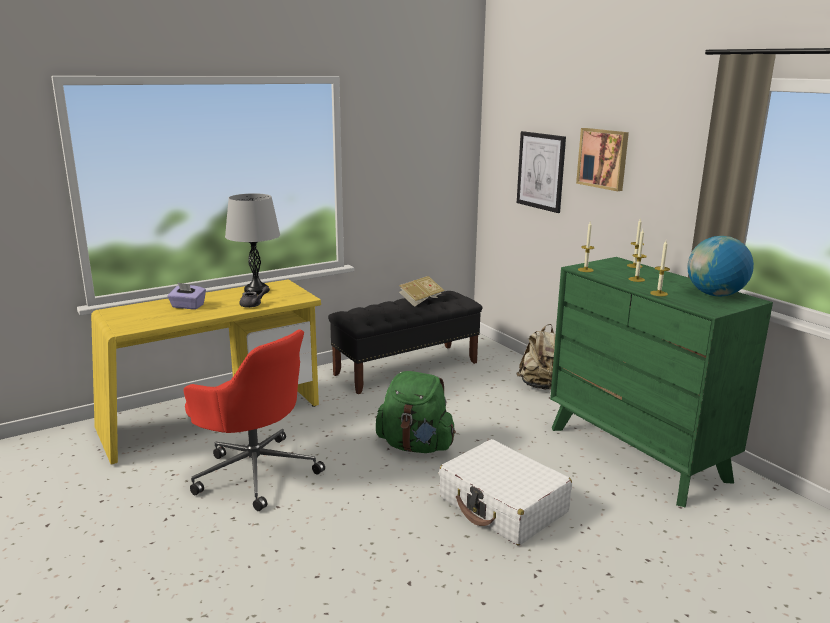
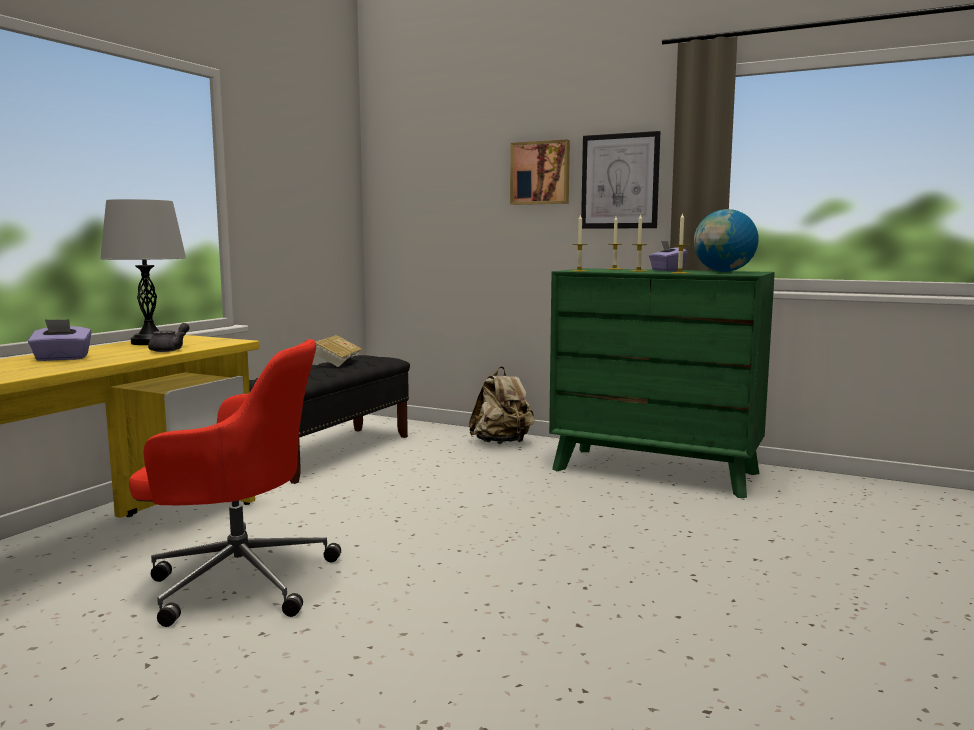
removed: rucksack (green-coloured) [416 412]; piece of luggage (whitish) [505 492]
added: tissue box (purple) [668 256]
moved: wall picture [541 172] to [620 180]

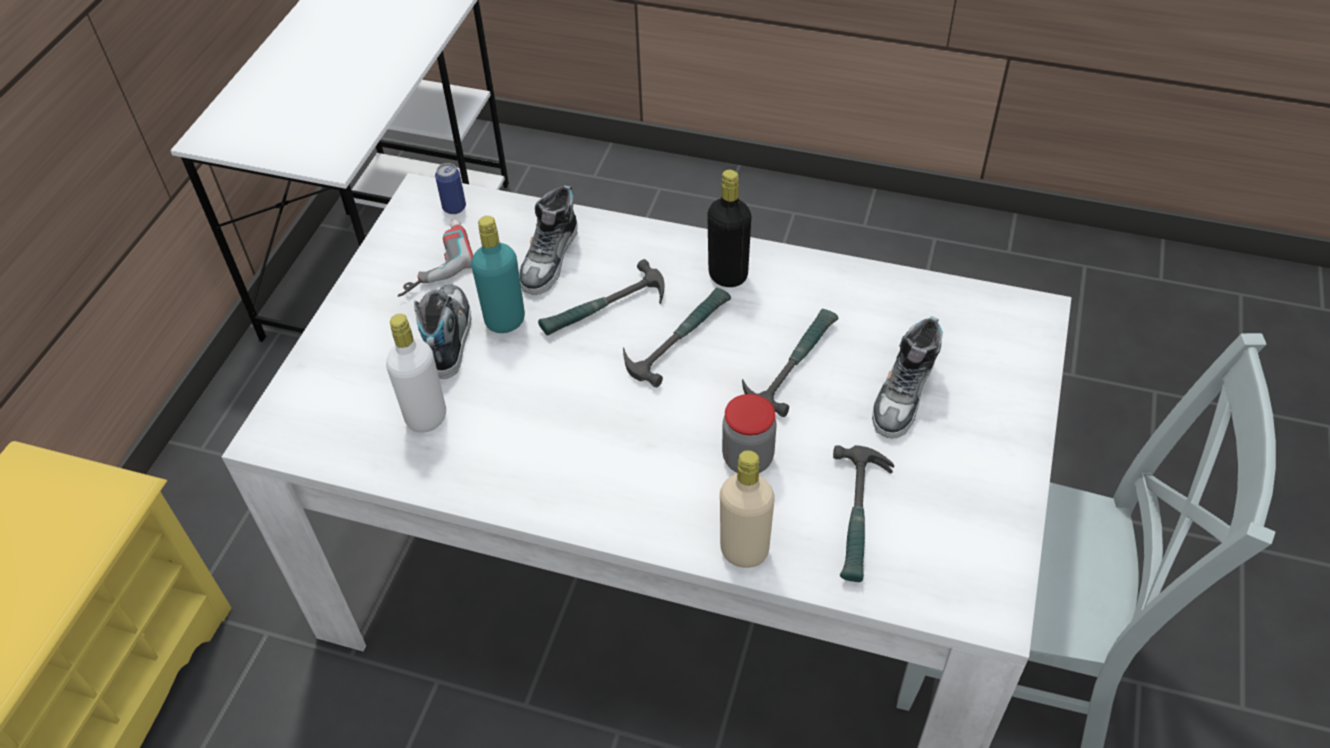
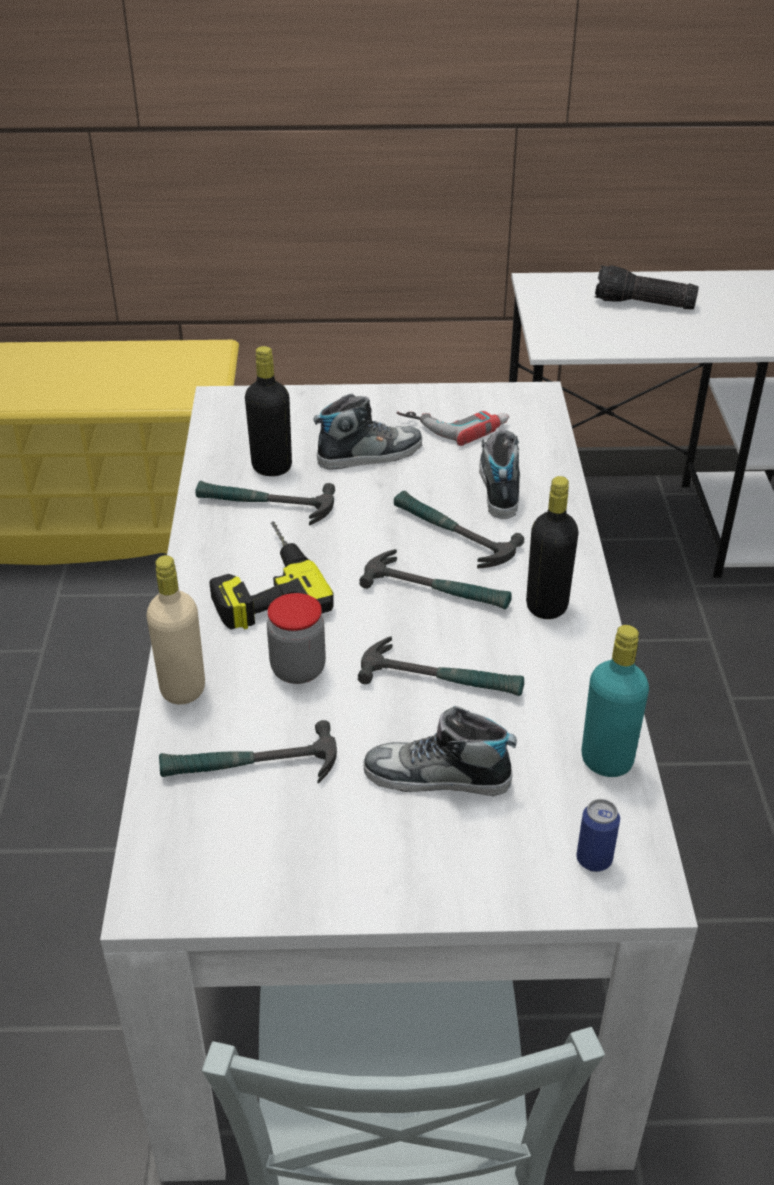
added: hand hammer [265 503]; power drill [271 575]; hand torch [646 287]
moved: metal can [450 188] to [598 835]; drink bottle (turquoise-coloured) [498 274] to [615 701]
recoloured: drink bottle (whitish) [416 373] to drink bottle (black) [268 411]
turned: low shoe [548 240] = [499 474] 90 degrees clockwise

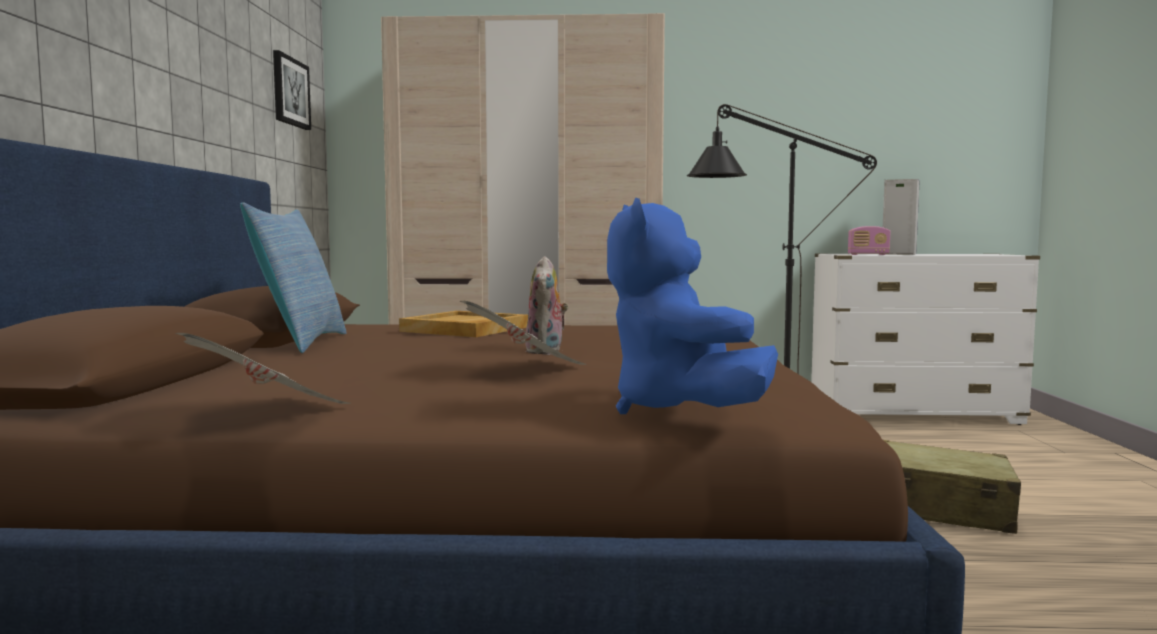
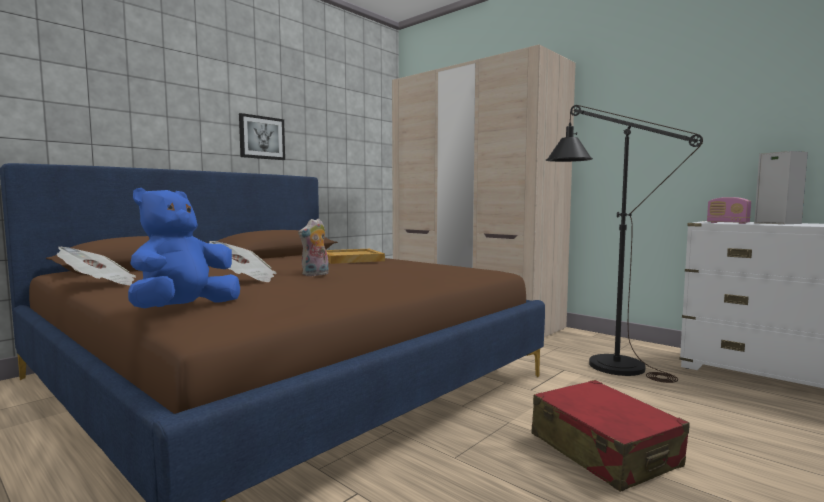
removed: cushion [293 277]
moved: wall picture [292 90] to [262 136]
recoloured: piece of luggage (beige) [952 487] to piece of luggage (reddish) [610 436]

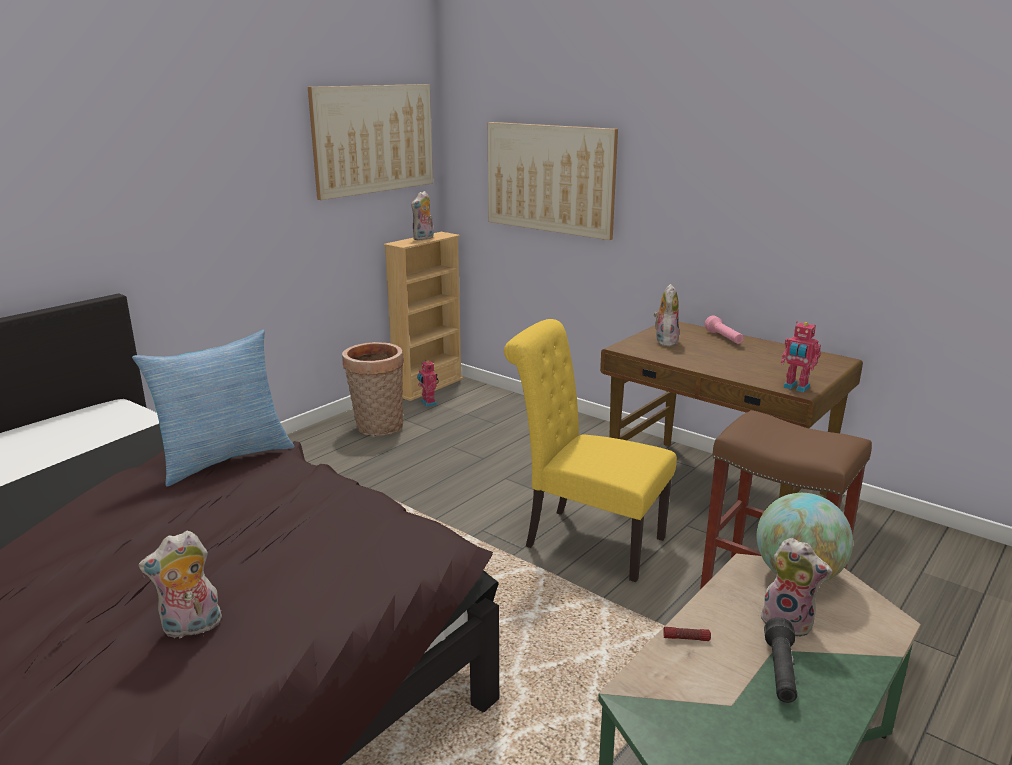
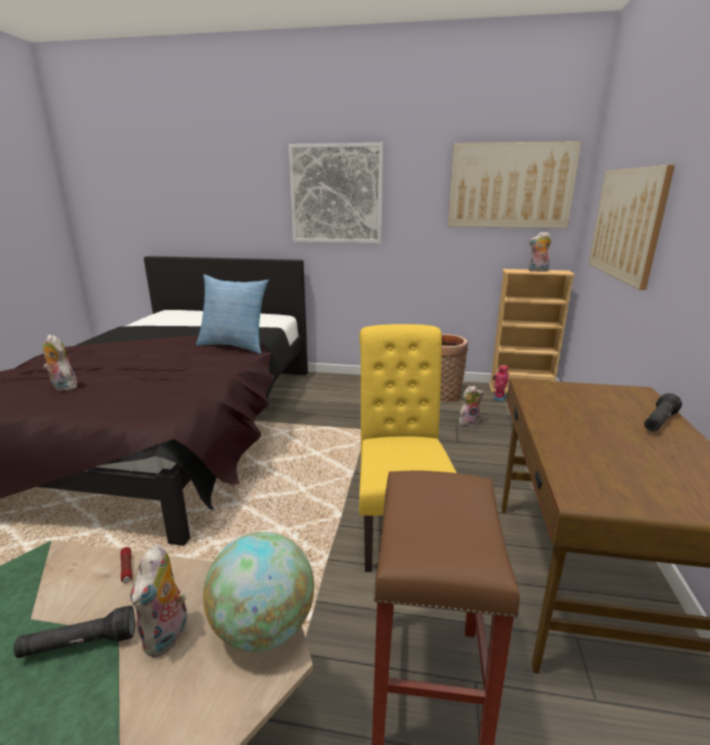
removed: toy robot [801 356]
added: wall picture [335 193]
moved: soft toy [666 315] to [471 406]
recoloured: hand torch (pink) [724 329] to hand torch (black) [663 412]

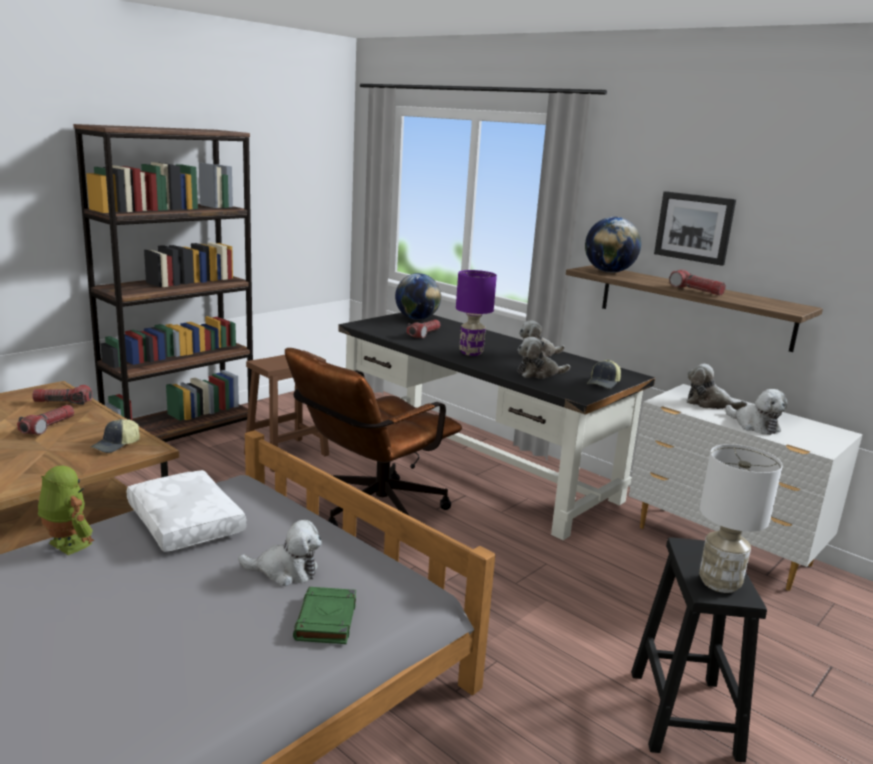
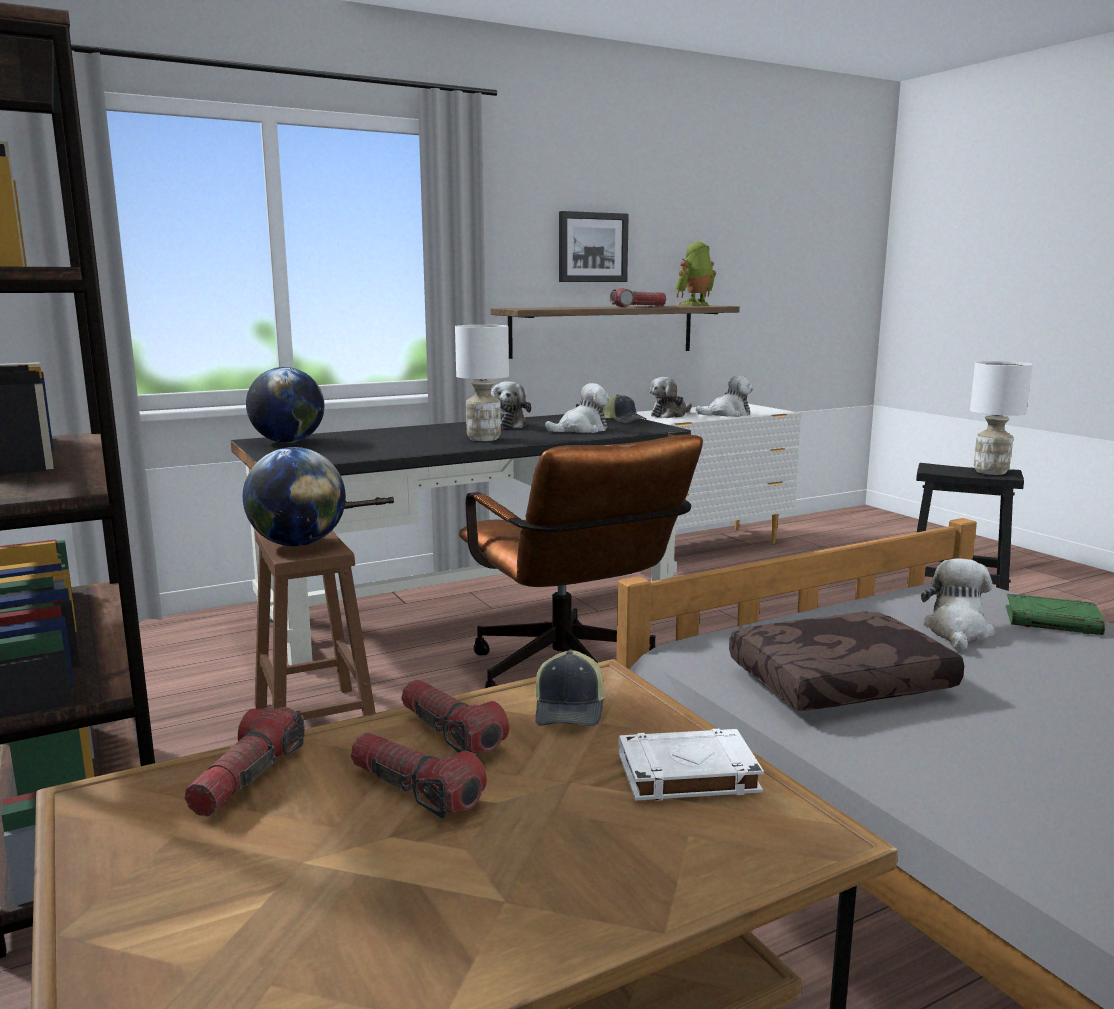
added: bound book (whitish) [691 765]
moved: desk globe [613 245] to [294 497]; hand torch [424 328] to [455 716]; toy robot [66 510] to [696 274]
recoloured: table lamp (purple) [476 313] to table lamp (whitish) [482 383]; cushion (whitish) [186 511] to cushion (brown) [846 660]
turned: cap [115 436] = [570 688] 45 degrees clockwise; soft toy [543 358] = [577 408] 120 degrees counterclockwise

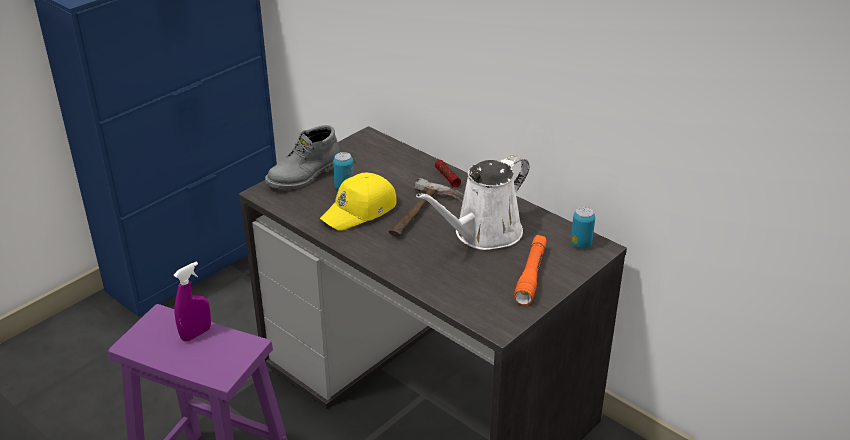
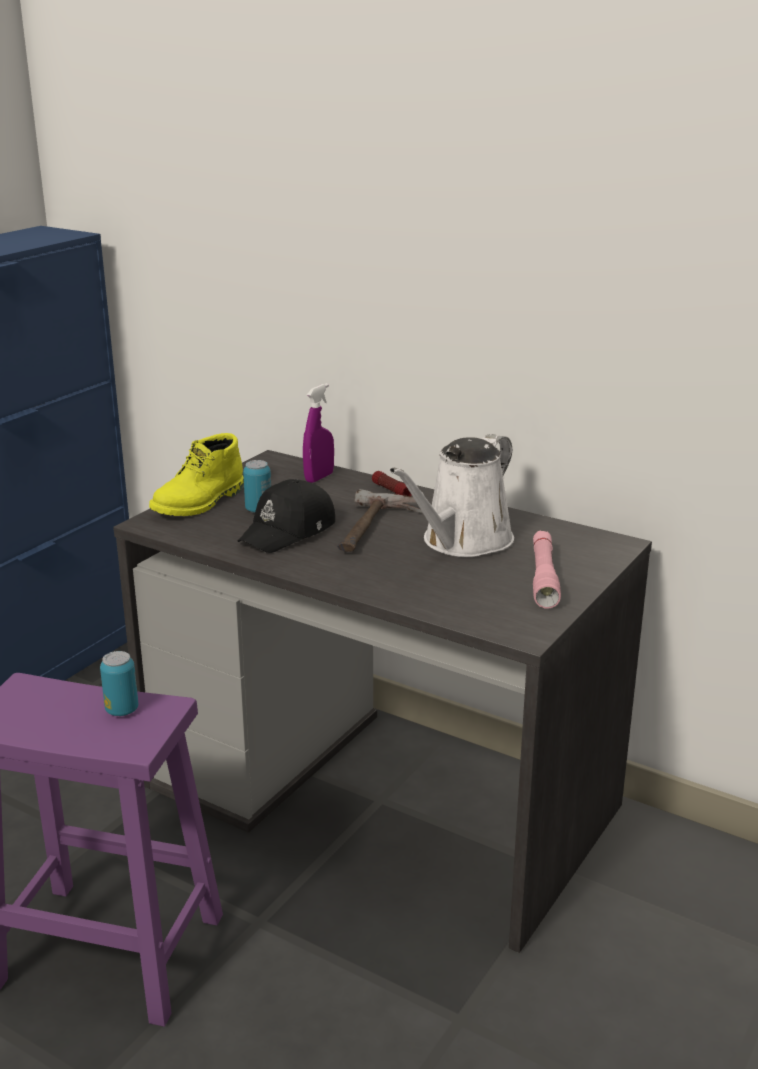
moved: metal can [583 227] to [119 683]; hand sprayer (purple) [192 301] to [318 433]
recoloured: high-top boot (grey) [302 157] to high-top boot (yellow-coloured) [196 474]; cap (yellow-coloured) [358 202] to cap (black) [286 516]; hand torch (orange) [530 270] to hand torch (pink) [547 570]

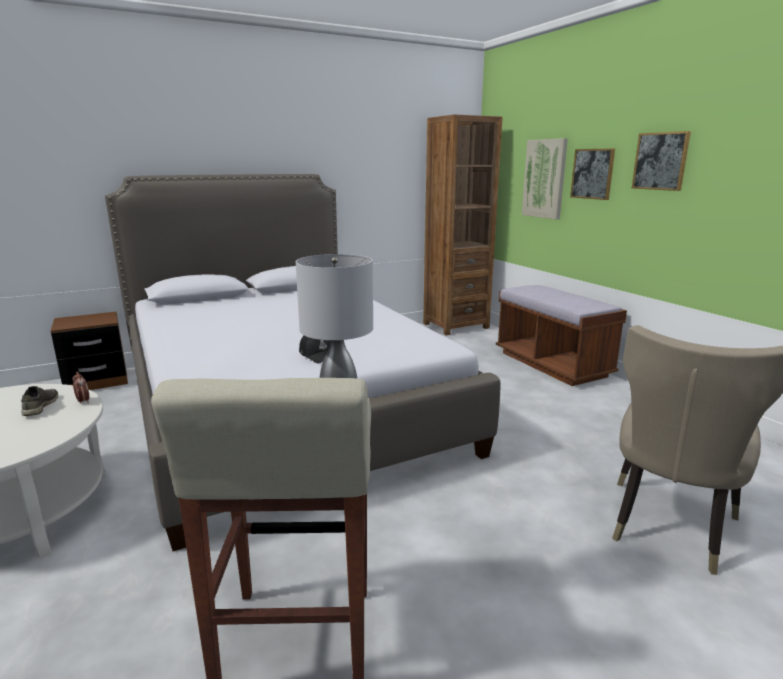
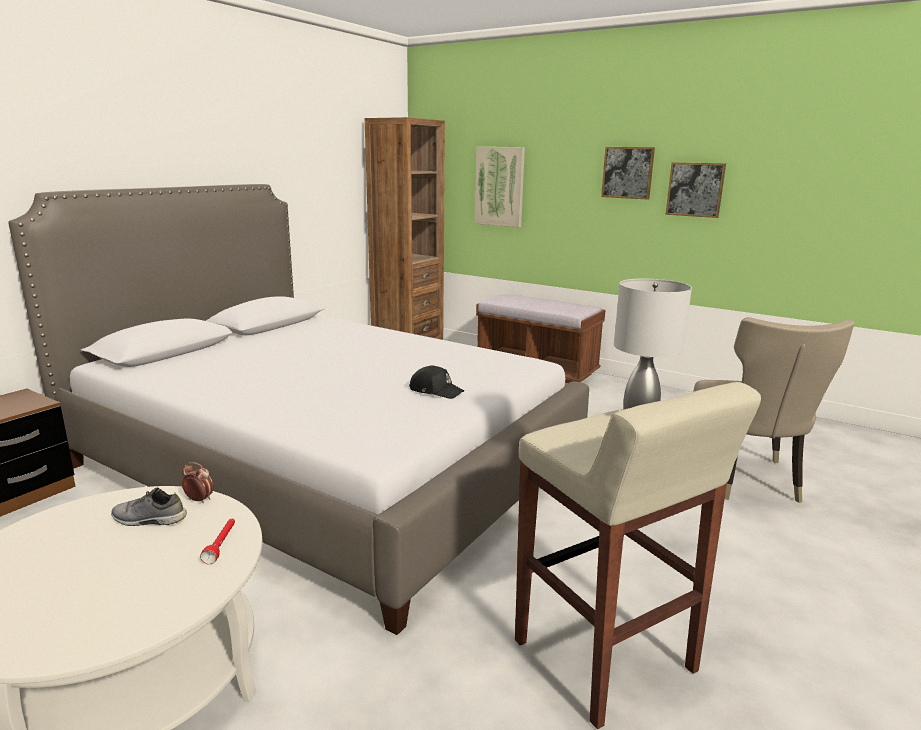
added: hand torch (reddish) [217 541]
moved: wall picture [592 174] to [696 190]
turned: low shoe (grey) [39 401] = [149 506] 45 degrees counterclockwise

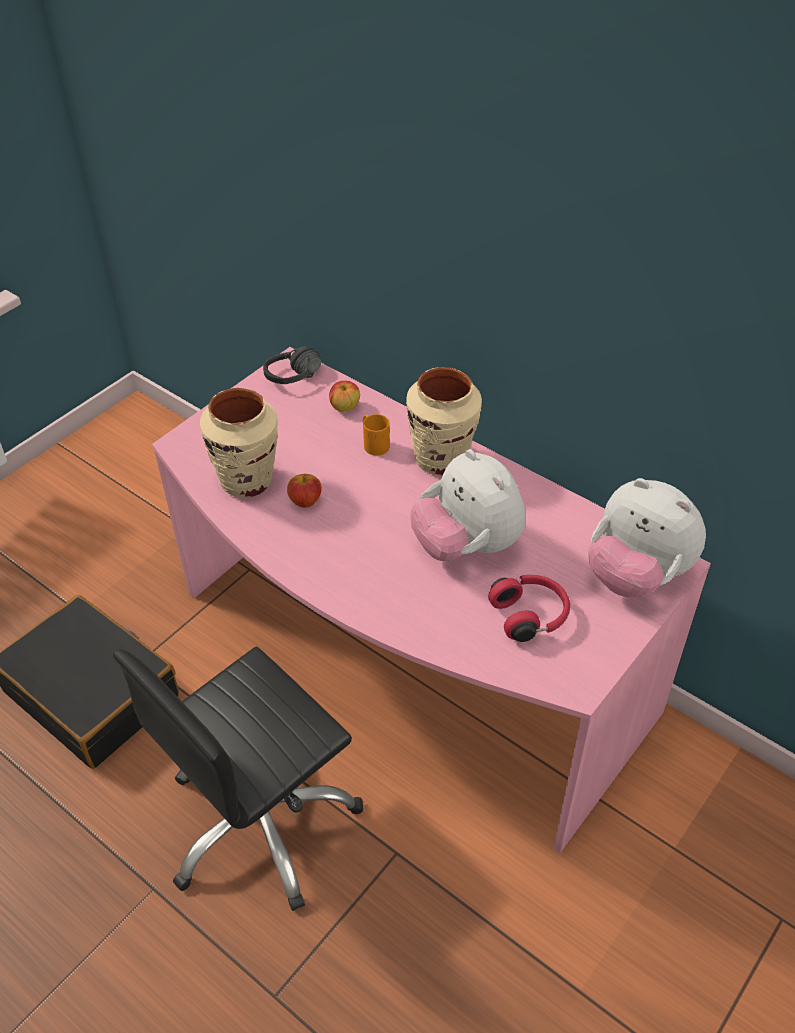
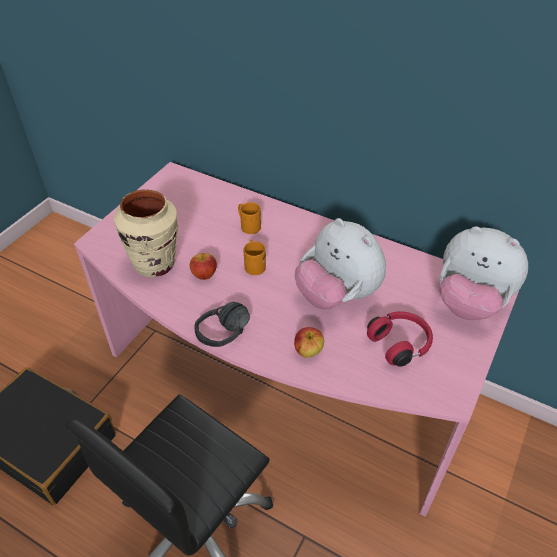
removed: vase (beige) [444 421]
added: coffee mug (orange) [255 257]
moved: pair of headphones (black) [292 365] to [222 324]; whole apple [344 396] to [309 342]

